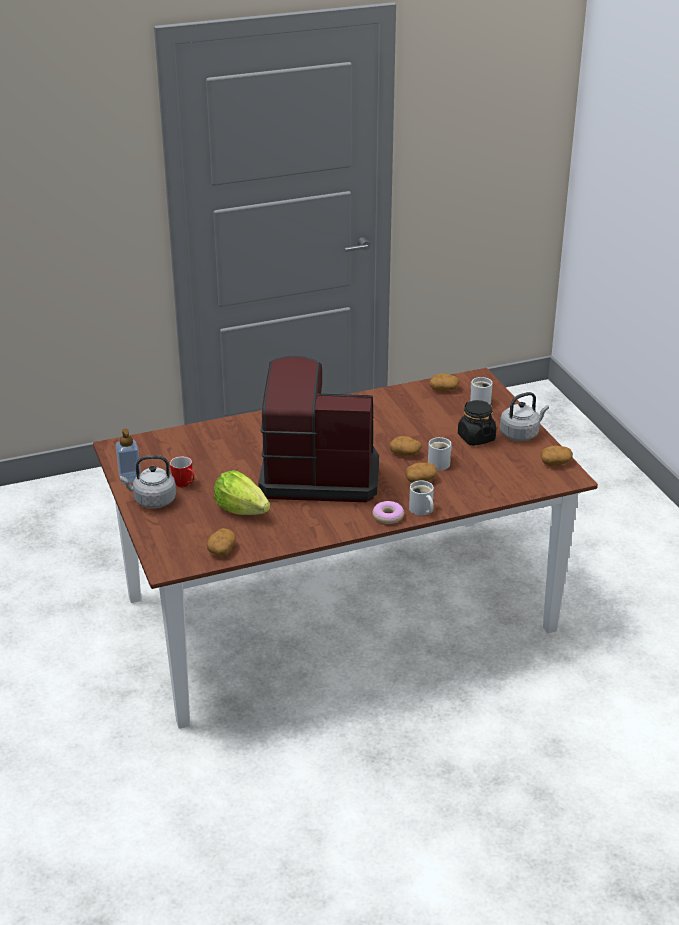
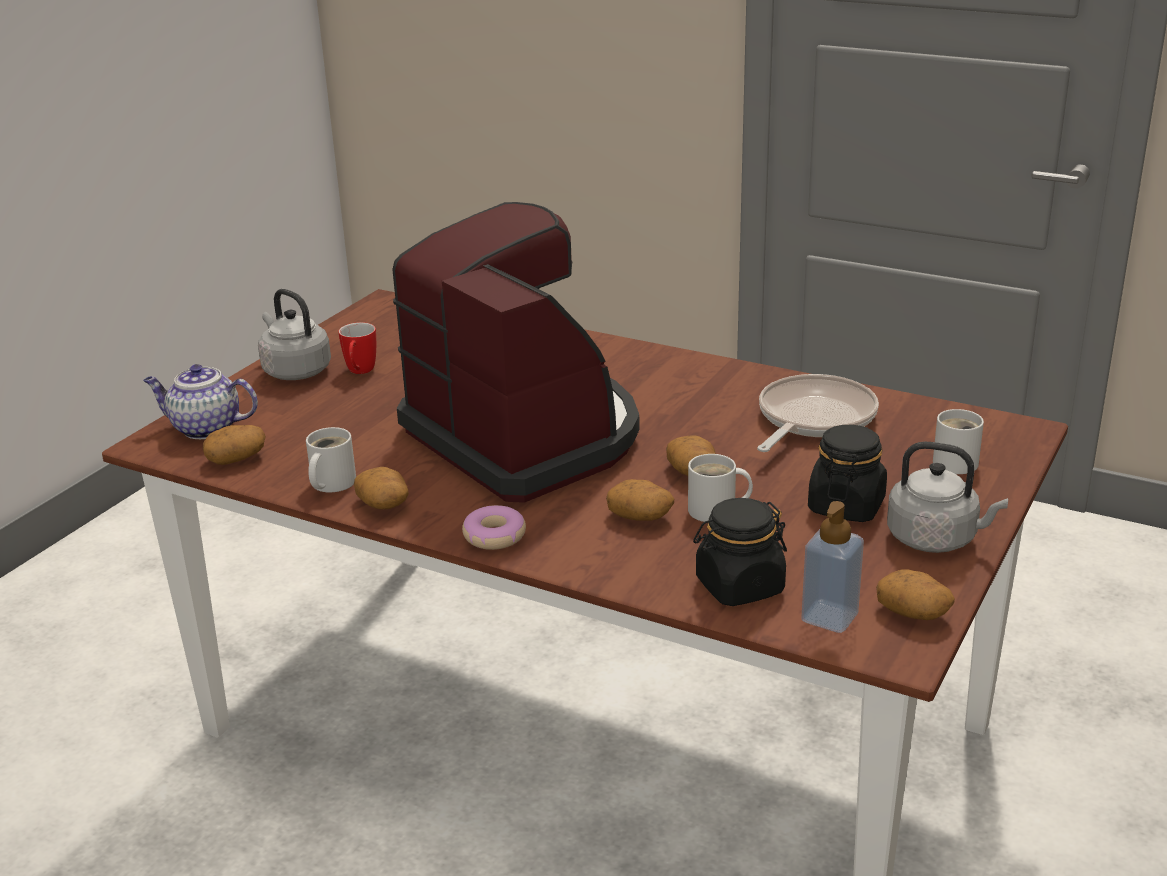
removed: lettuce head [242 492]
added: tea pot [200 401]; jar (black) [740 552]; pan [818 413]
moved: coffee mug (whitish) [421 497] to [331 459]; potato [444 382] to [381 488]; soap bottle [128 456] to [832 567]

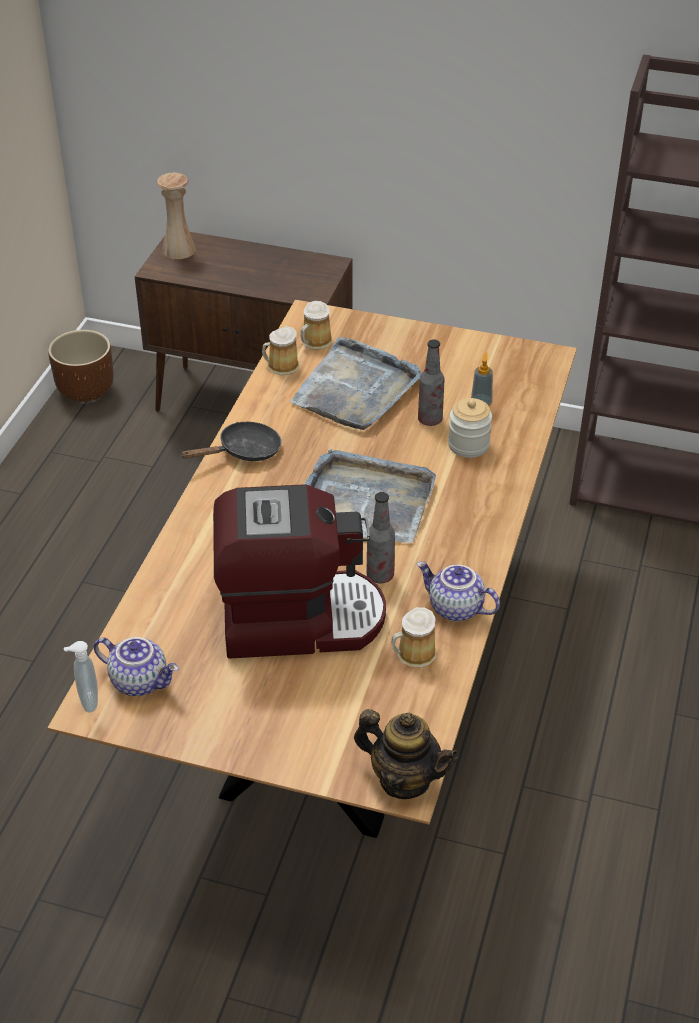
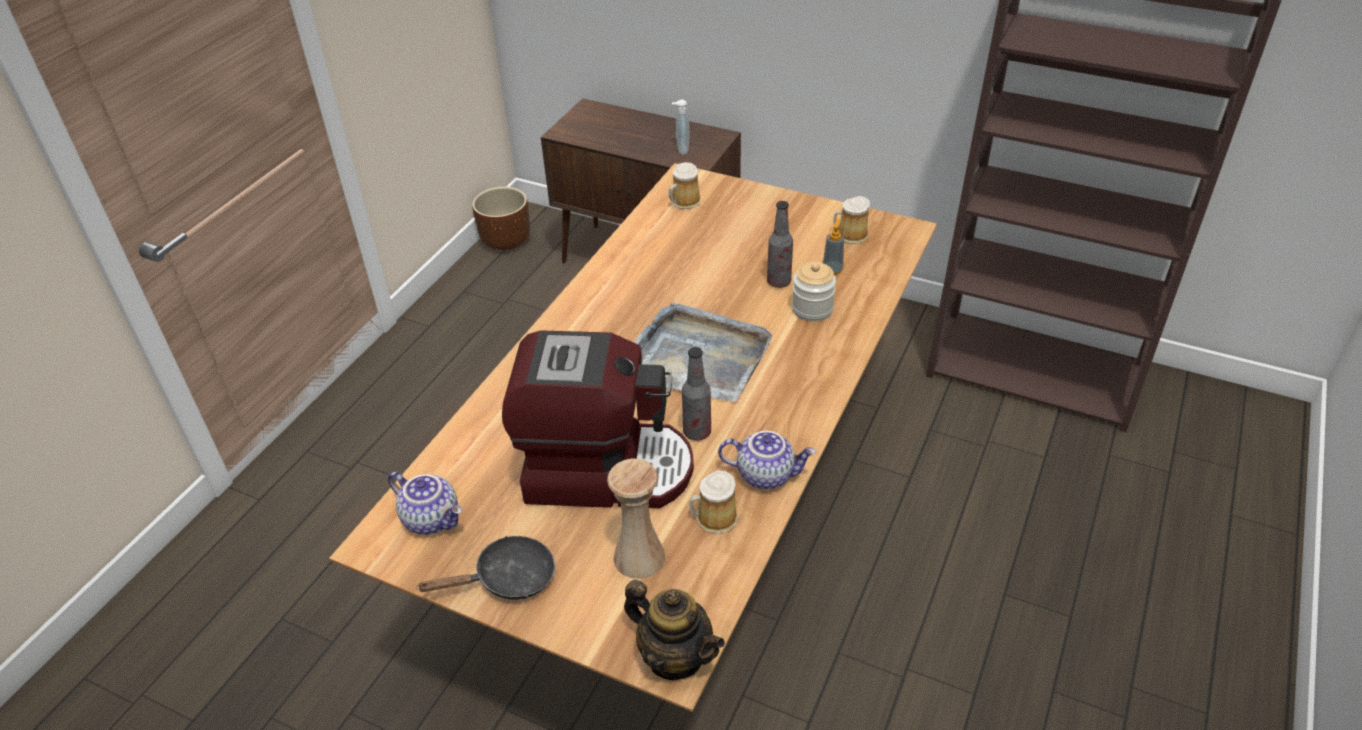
removed: tray (grey) [355 383]
moved: pan (black) [230 441] to [485 567]; vase (beige) [176 216] to [636 519]; soap bottle [81 676] to [681 127]; coffee mug [280 350] to [851 220]
turned: tea pot [458 591] = [767 460] 150 degrees clockwise

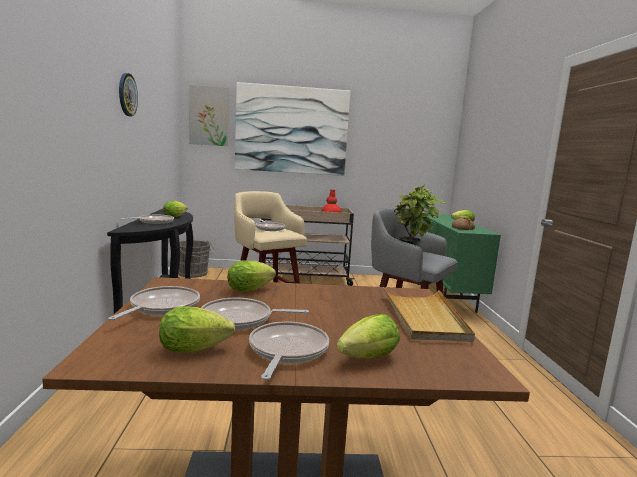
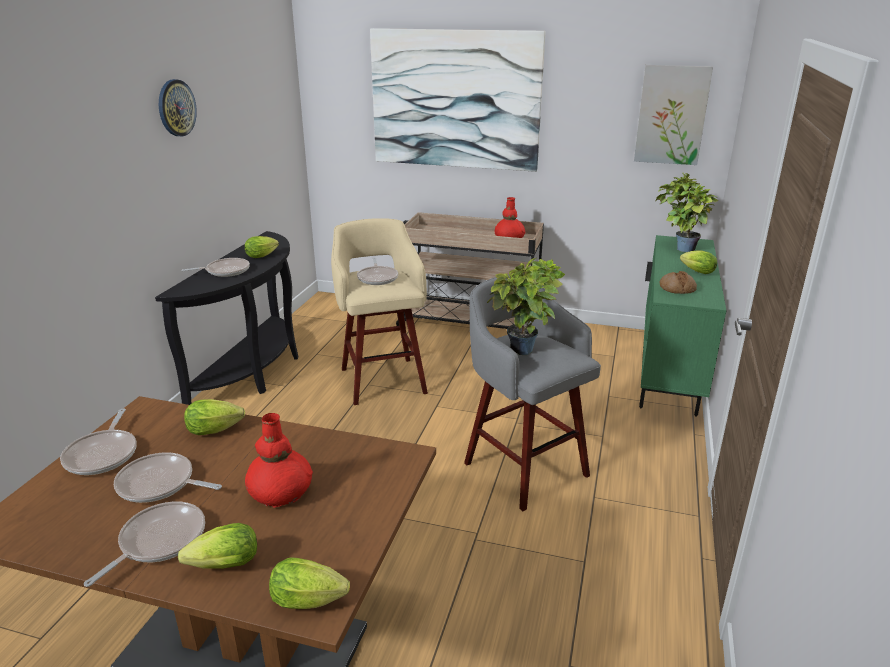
removed: bucket (grey) [196 259]; tray (beige) [429 314]
added: vase (reddish) [279 460]; houseplant [686 212]
moved: lettuce head [197 329] to [309 583]; wall picture [209 115] to [673 115]
turned: pan [154 303] = [98 442] 135 degrees clockwise

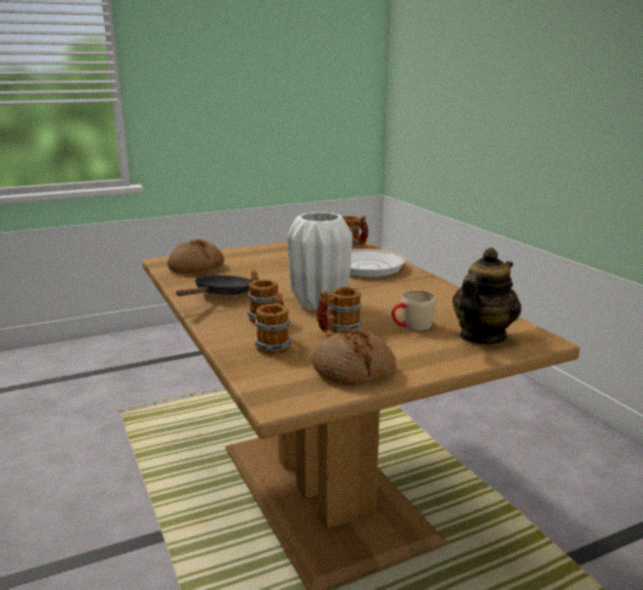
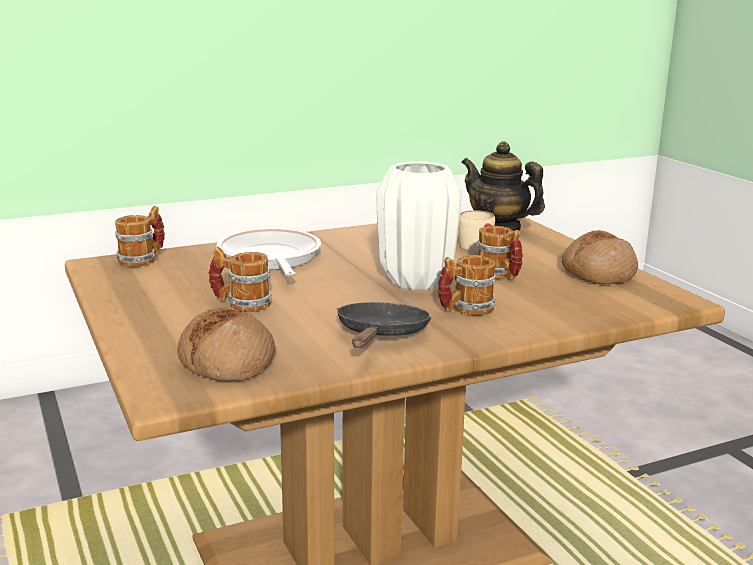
moved: coffee mug [273 324] to [240 279]
turned: pan (black) [213 285] = [384 325] 75 degrees clockwise

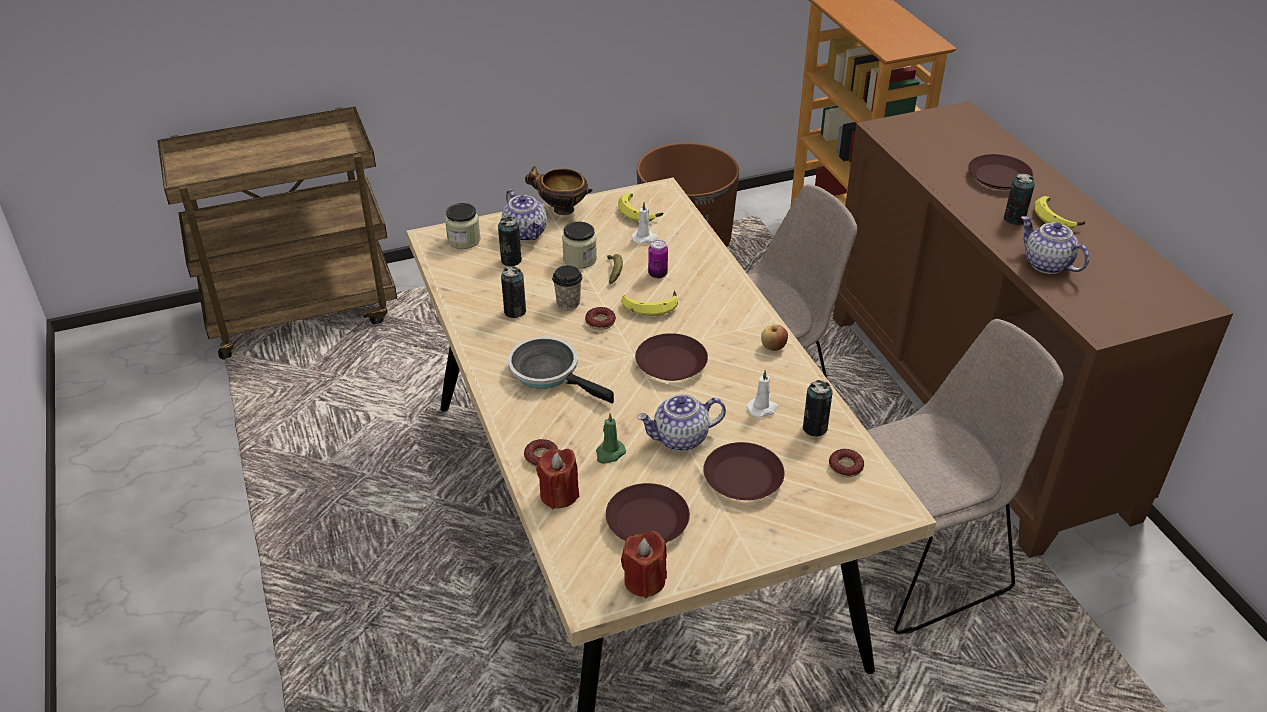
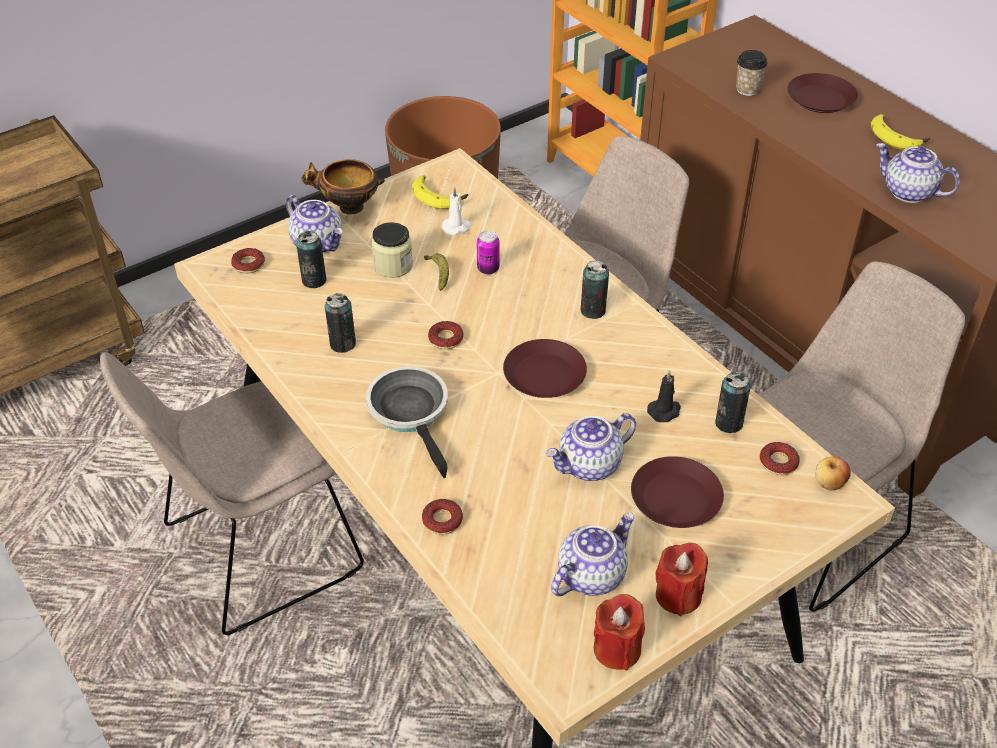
removed: wax candle (green-coloured) [611 438]; whole banana [649 303]
added: chair (beige) [232 493]
moved: metal can [1019 199] to [595 289]; wax candle (reddish) [557 479] to [681 579]; cup [567 287] to [752 73]; whole apple [774 338] to [833 474]
replaced: jar [463 226] to ring doughnut [248 261]; plate (brown) [648 513] to tea pot [593 554]
recoloured: wax candle (whitish) [762 394] to wax candle (black) [664 396]
turned: pan [561 370] = [407 422] 45 degrees clockwise

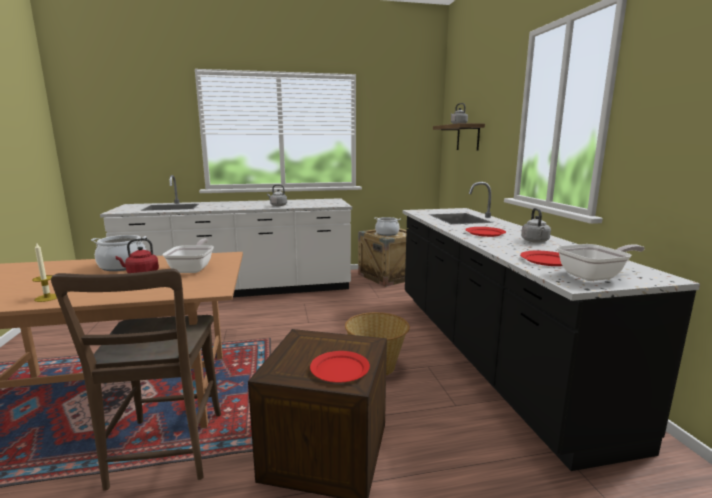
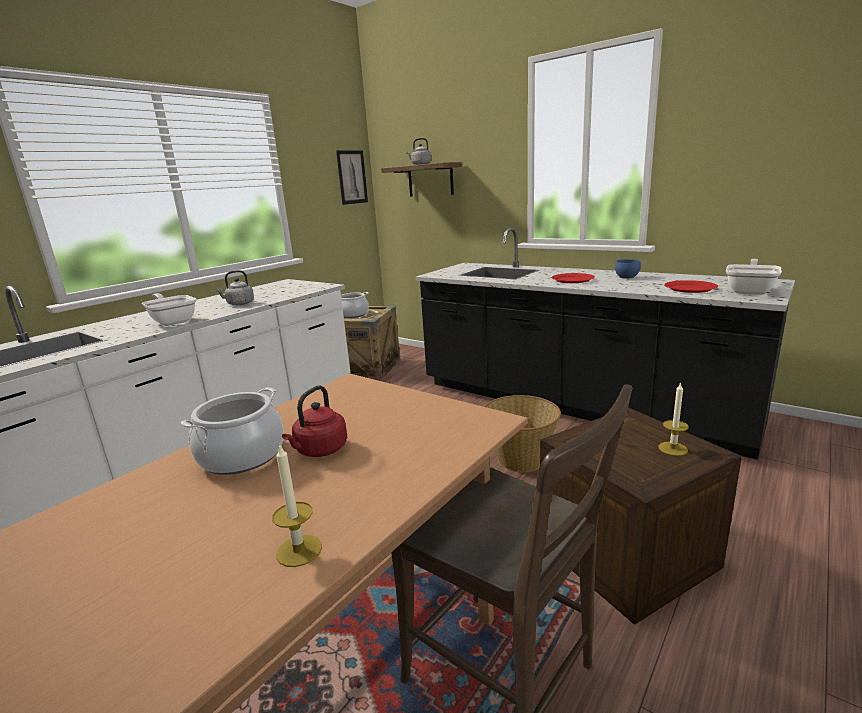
added: wall picture [352 177]
moved: pan [188 256] to [169 309]
replaced: kettle (grey) [536 225] to serving bowl (blue-coloured) [628 269]; plate (reddish) [340 367] to wax candle [674 419]

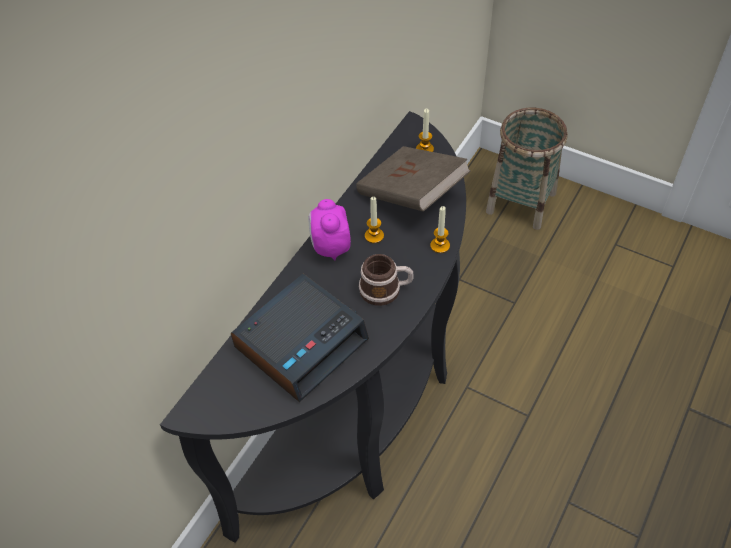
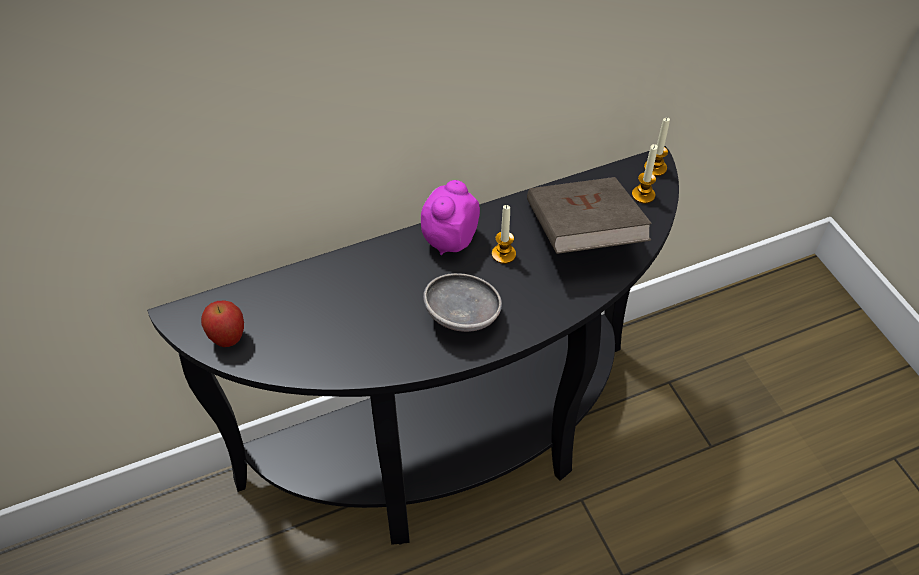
removed: alarm clock [300 338]; storage basket [527 169]
added: whole apple [222 324]
moved: wax candle [440 229] to [657 147]
replaced: coffee mug [386 280] to serving bowl (grey) [462 302]

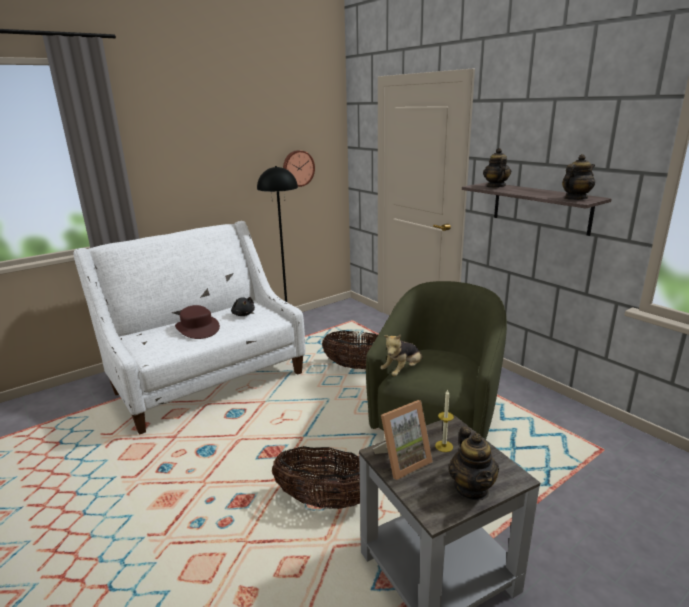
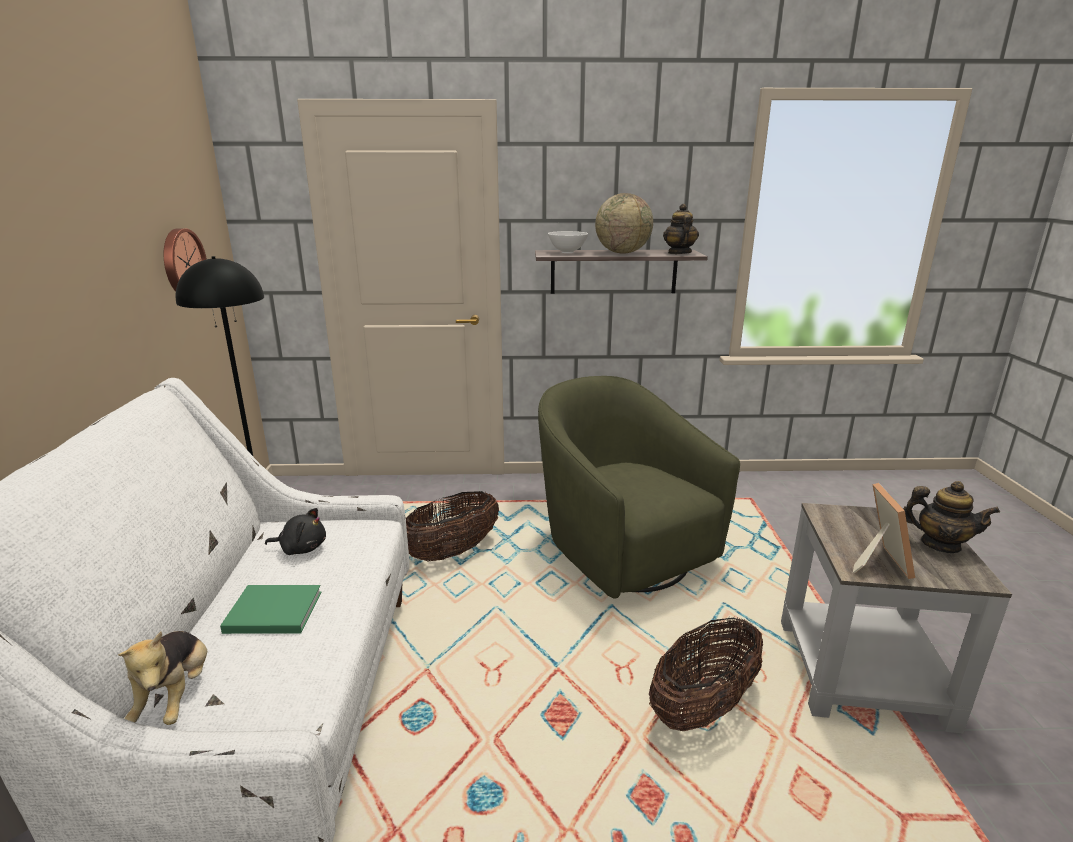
removed: wax candle [444 421]
added: desk globe [624 223]
moved: soft toy [401 355] to [162 678]
replaced: clothing hat (brown) [197 322] to bound book (green-coloured) [271 609]; tea pot [497 168] to serving bowl (whitish) [568 242]

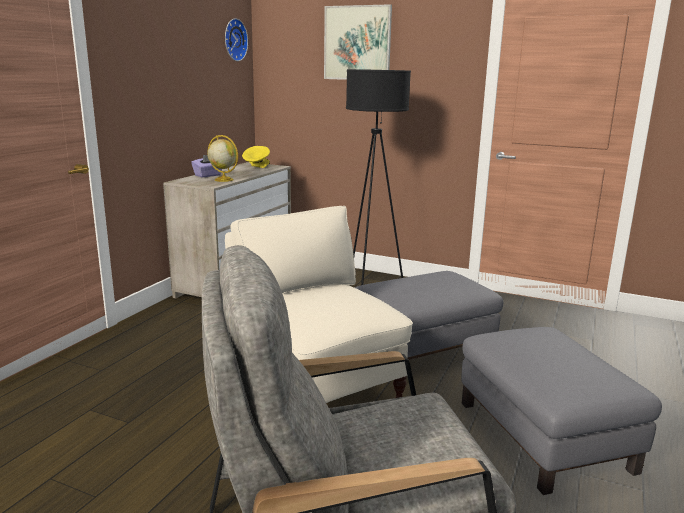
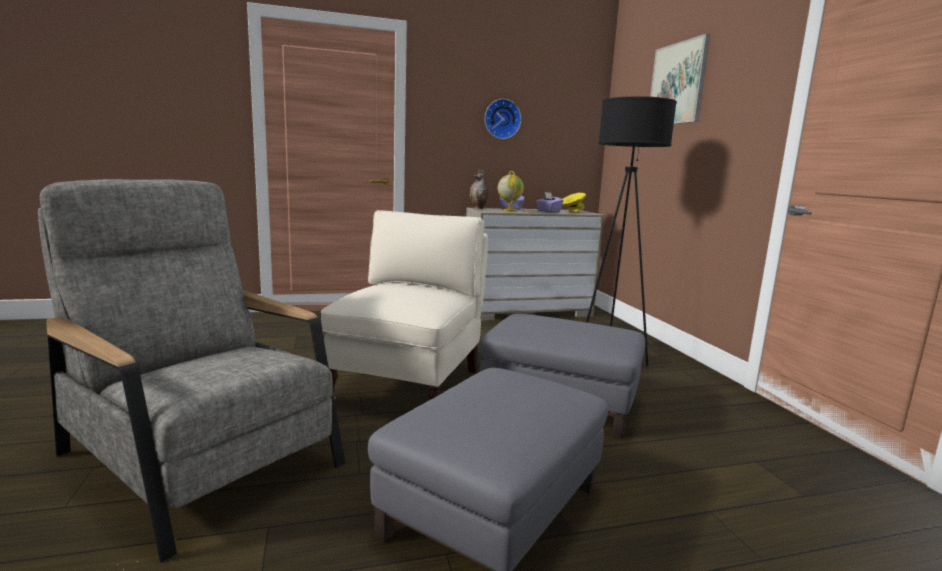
added: vase [479 189]; tissue box (purple) [549 202]
moved: clock on the wall [236 39] to [503 119]

